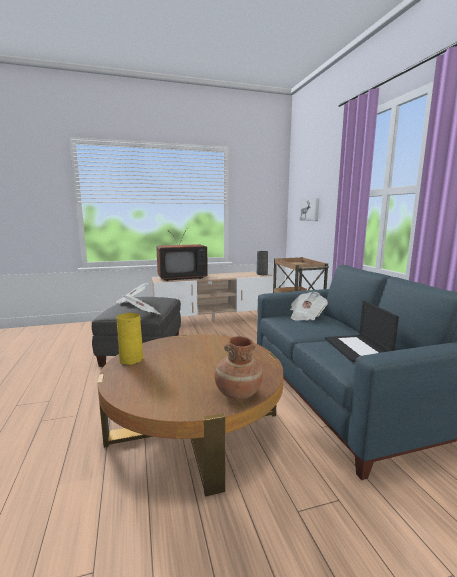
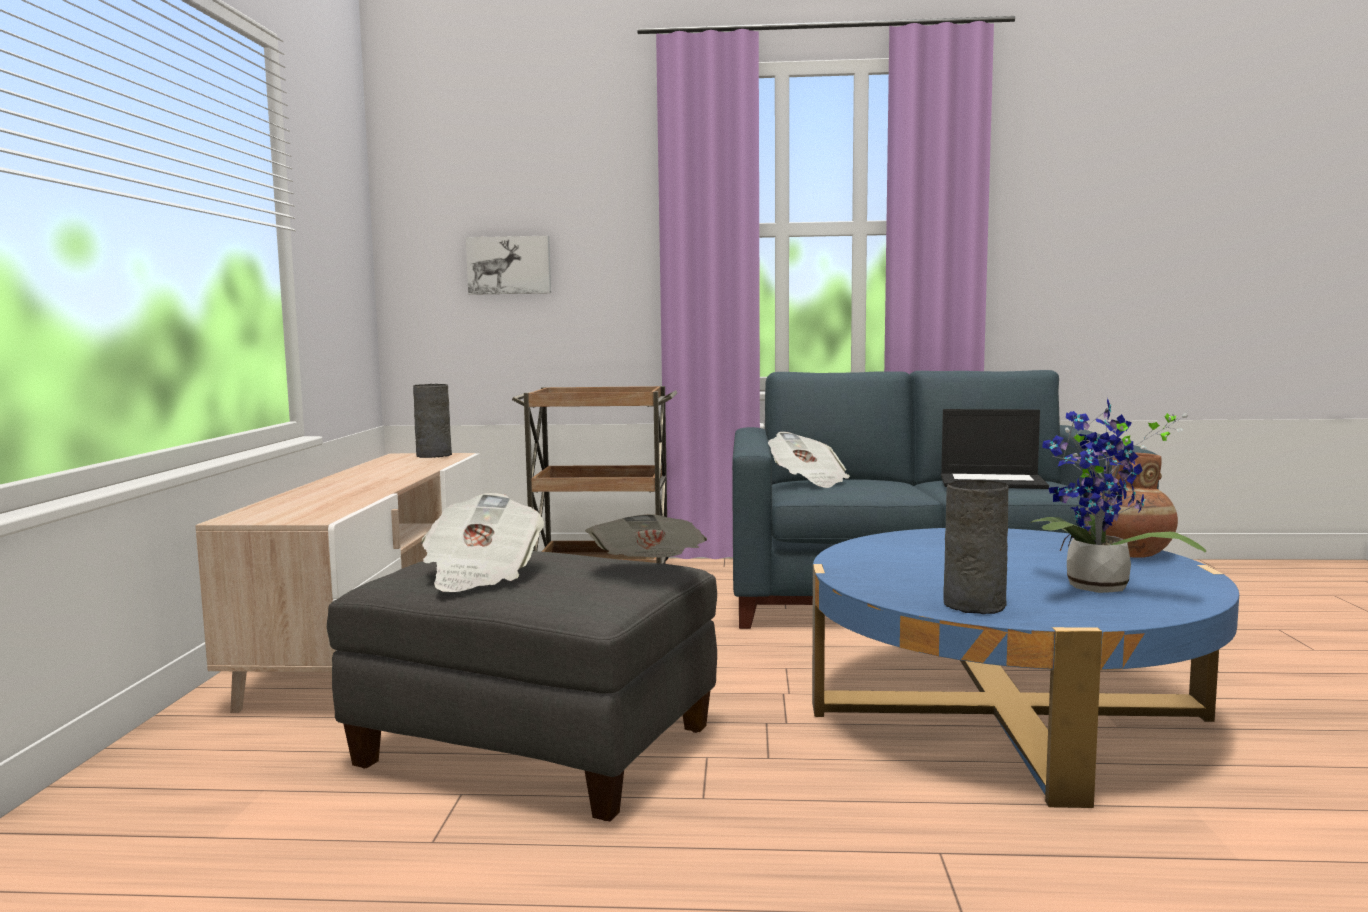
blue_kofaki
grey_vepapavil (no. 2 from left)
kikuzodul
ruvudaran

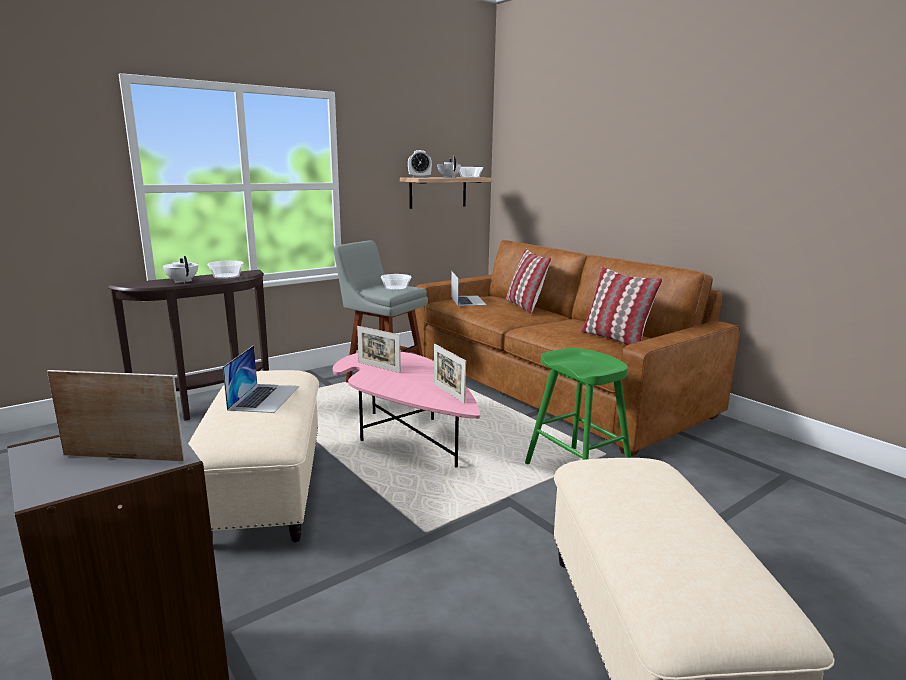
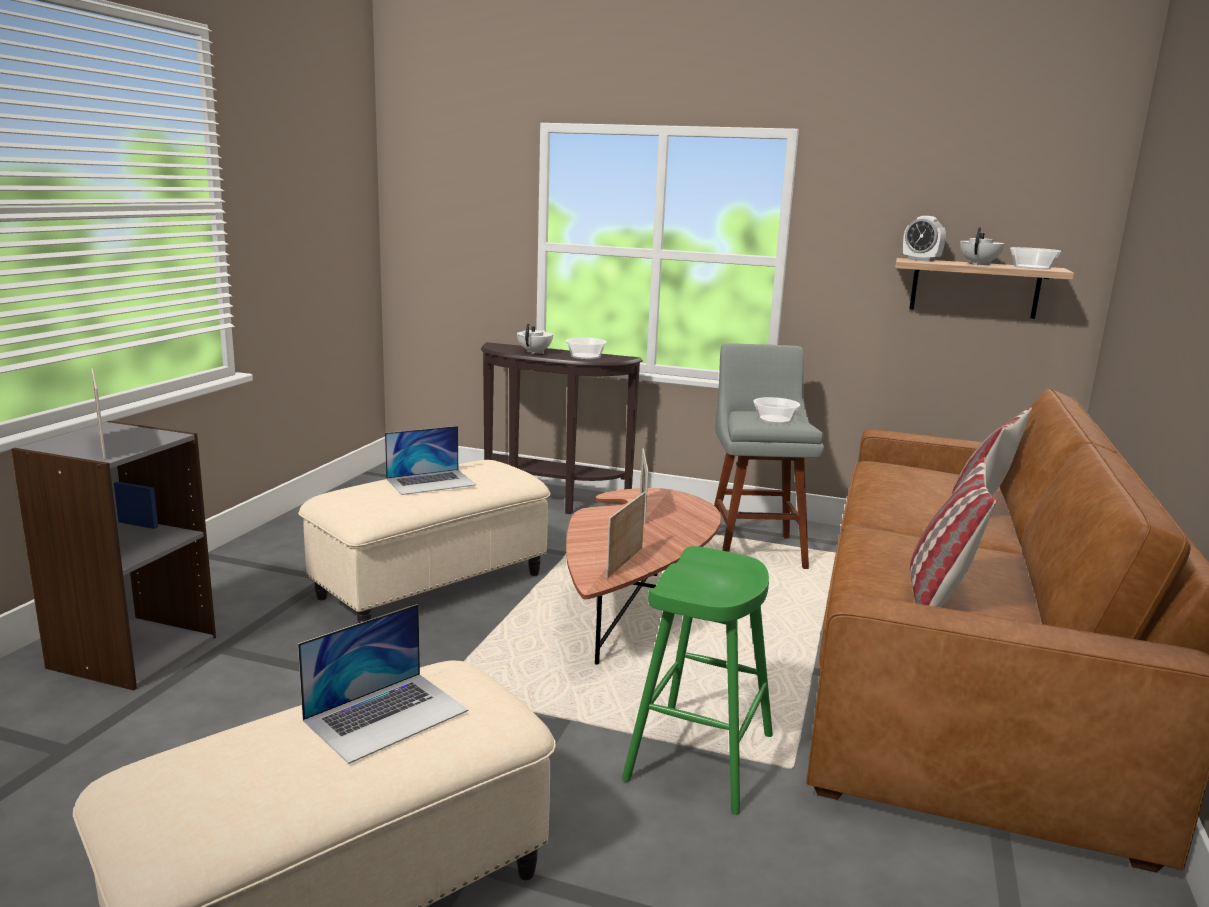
brown_kofaki
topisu (no. 1 from left)

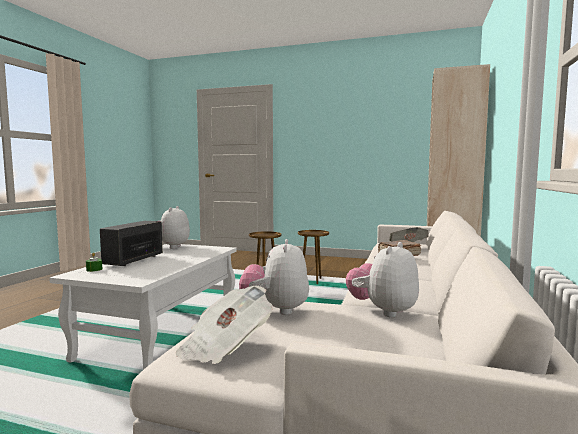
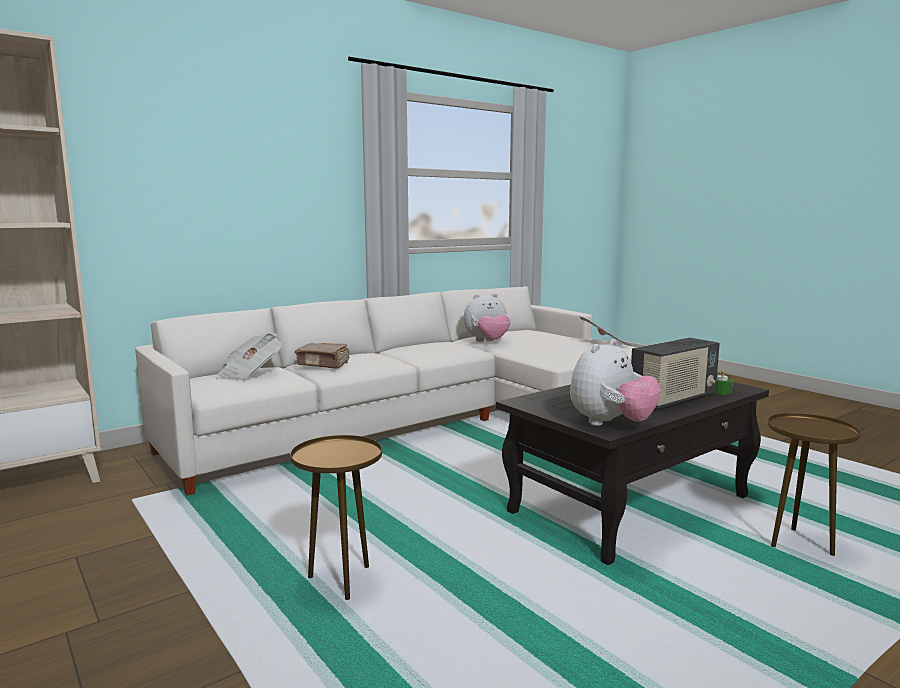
black_kofaki
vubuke (no. 2 from left in the first image)
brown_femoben (no. 2 from left)

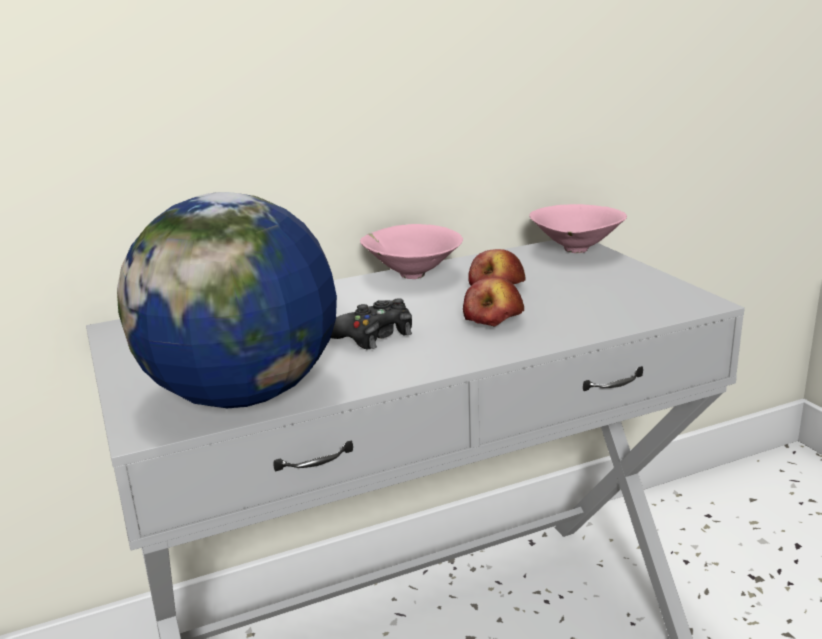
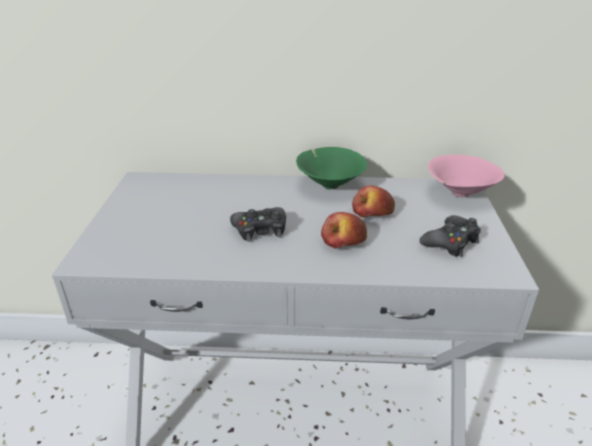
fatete
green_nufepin
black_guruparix (no. 2 from left)

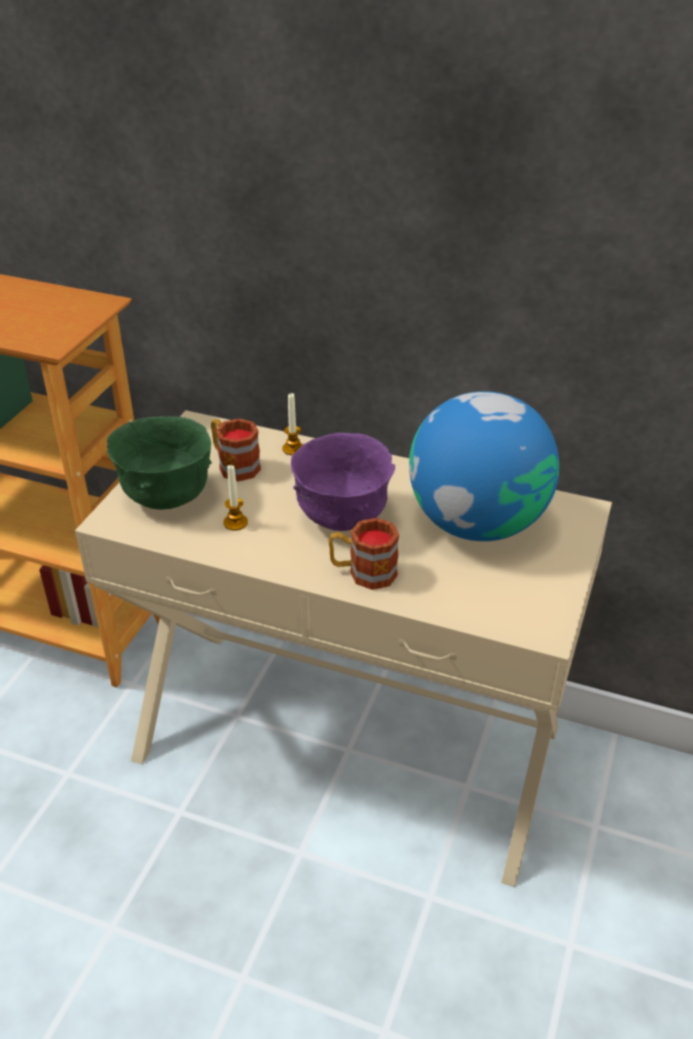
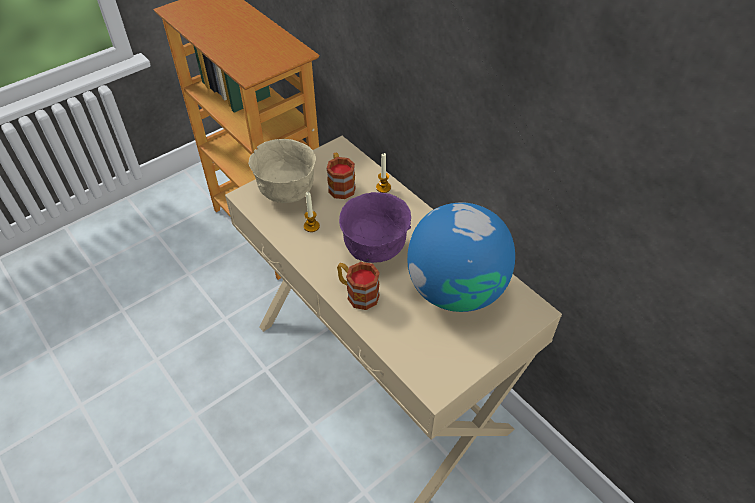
beige_nufepin

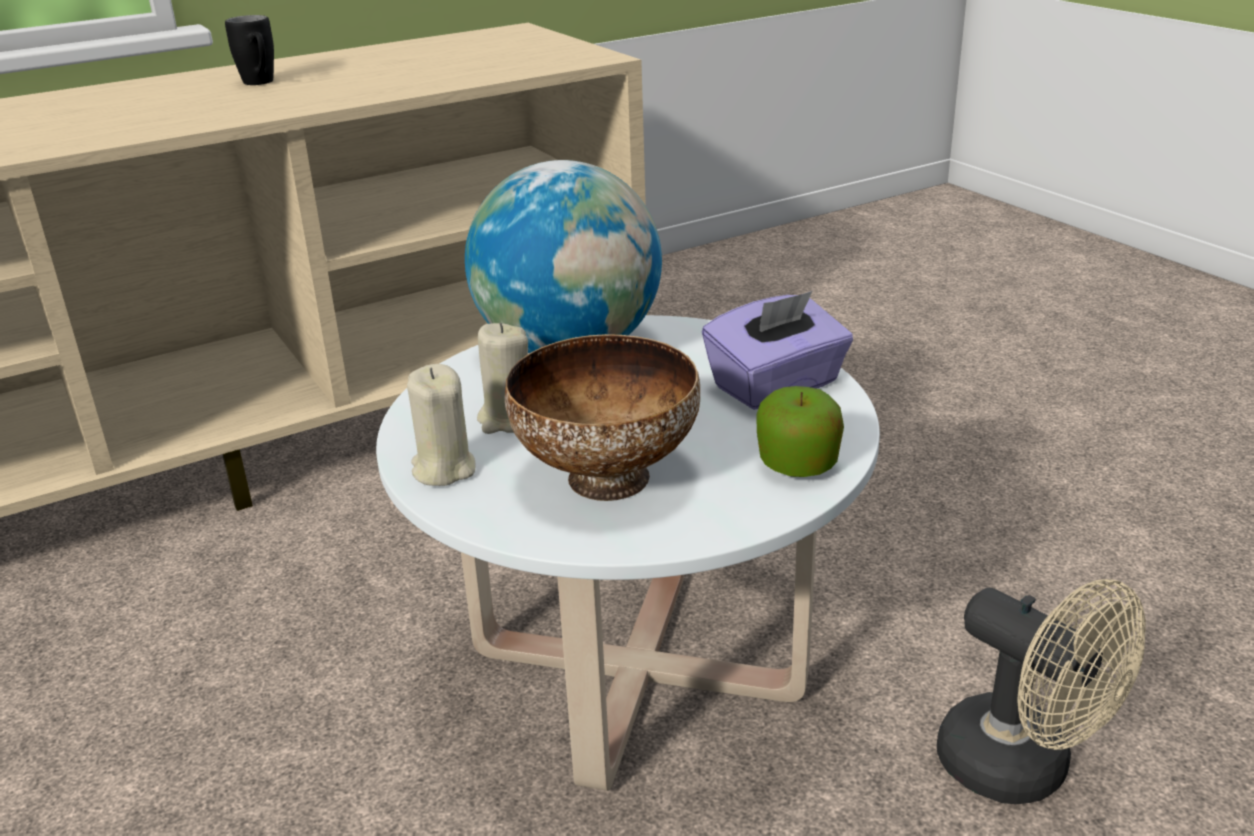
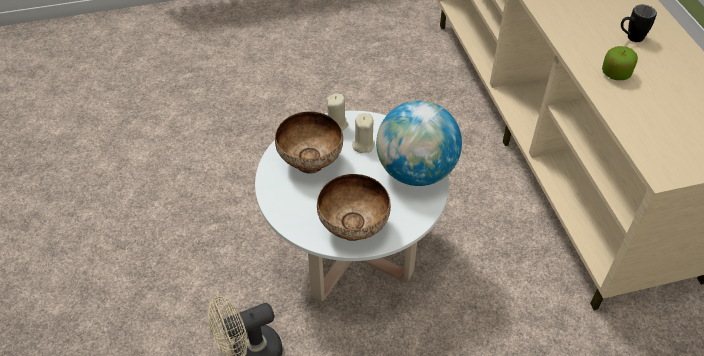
nufepin (no. 2 from left)
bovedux

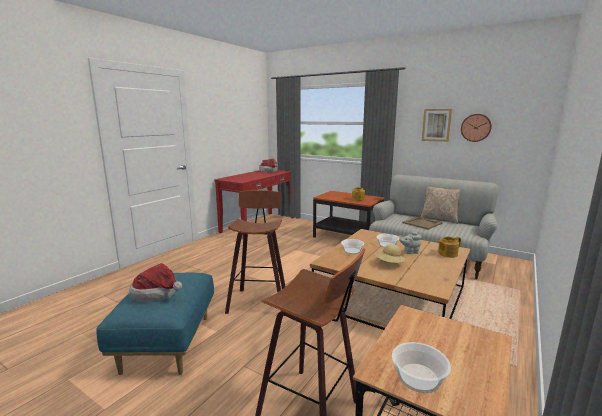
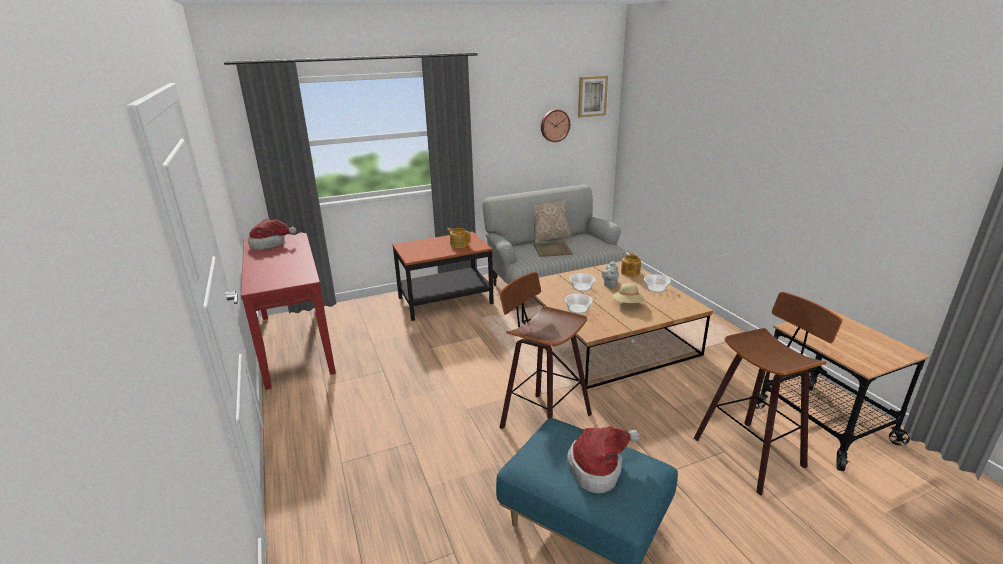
nufepin (no. 3 from left)
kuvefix

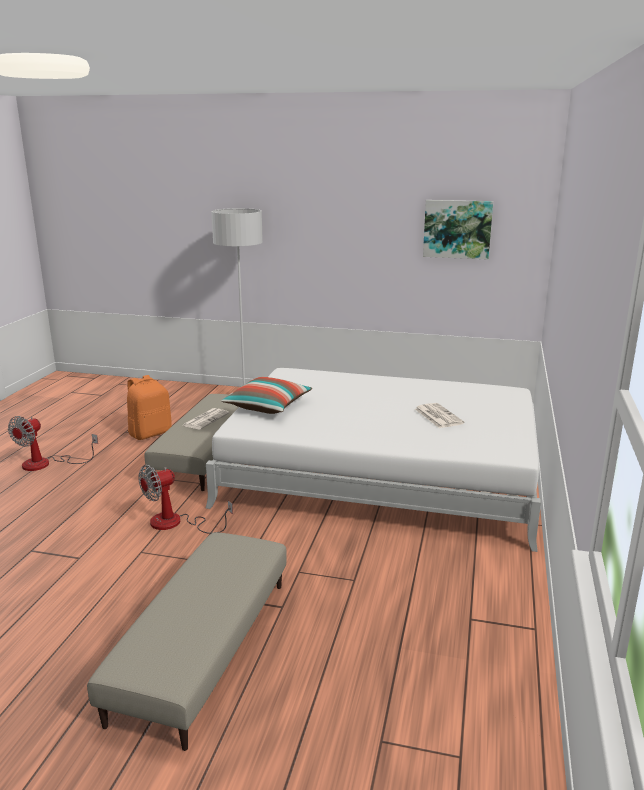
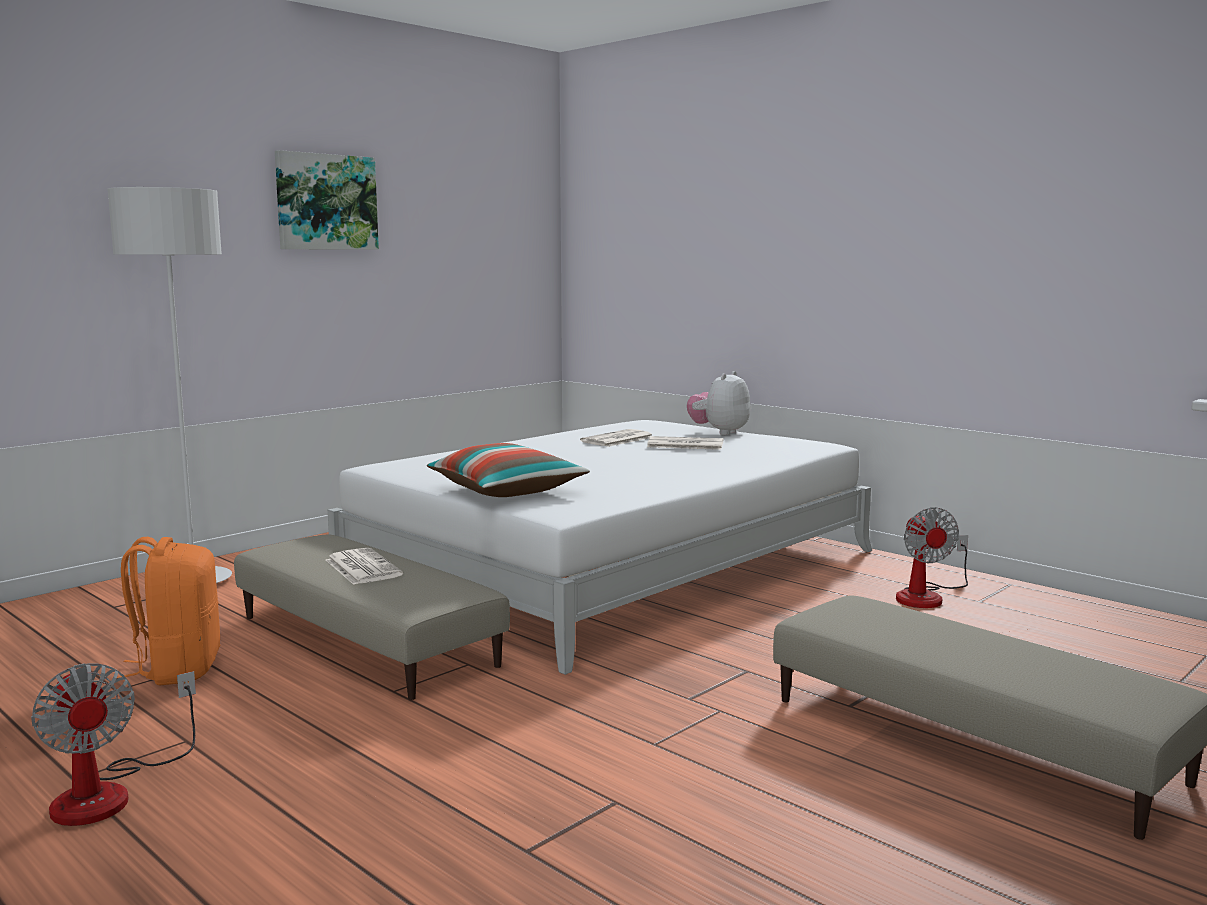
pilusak (no. 2 from left)
kuvefix
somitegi (no. 2 from left)
vubuke

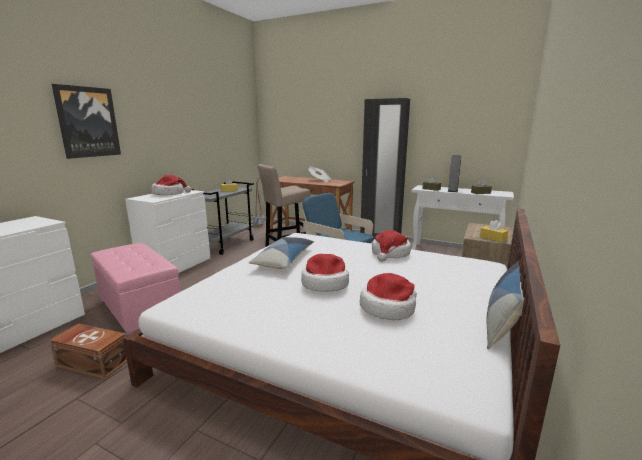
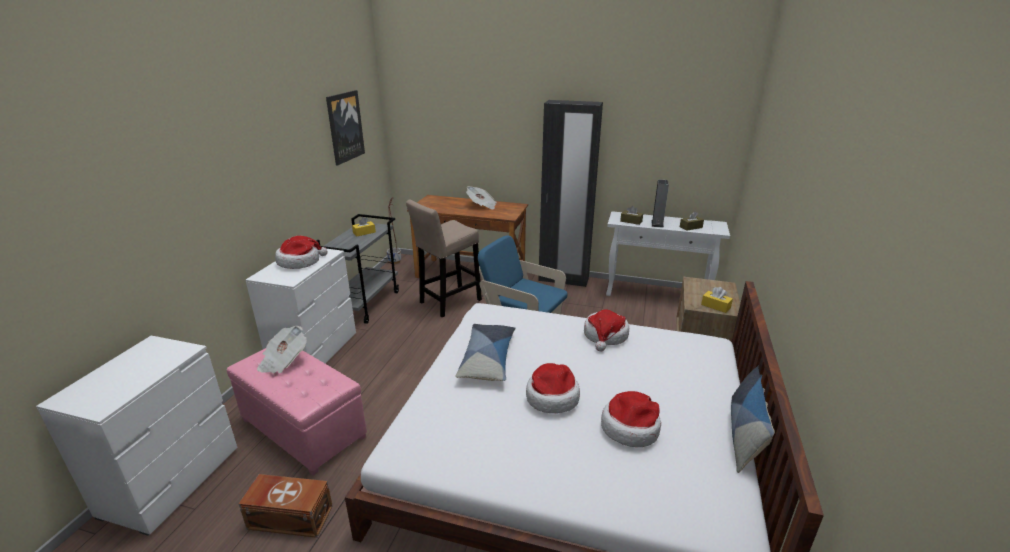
kuvefix
somitegi (no. 1 from left)

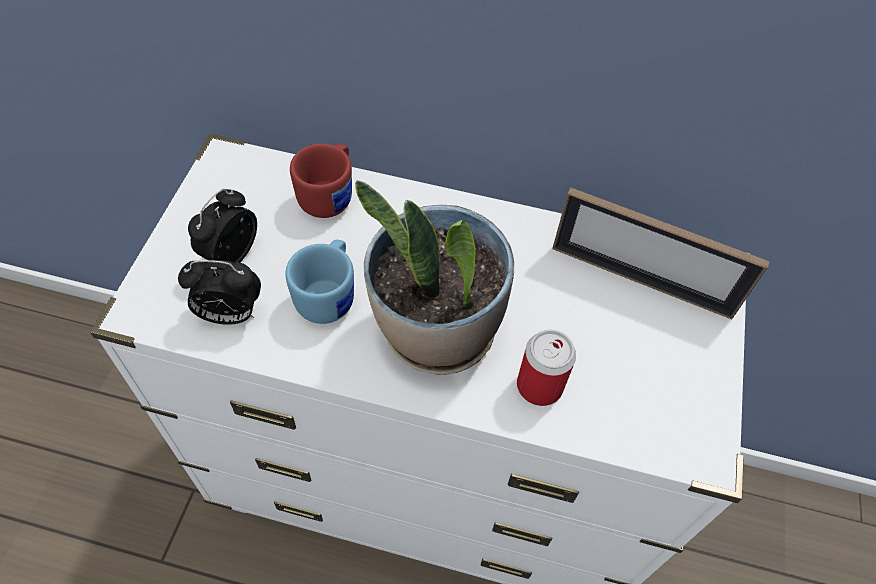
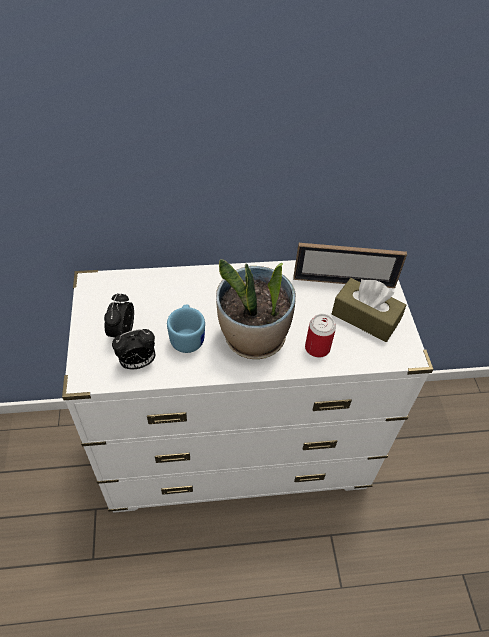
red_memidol
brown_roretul

